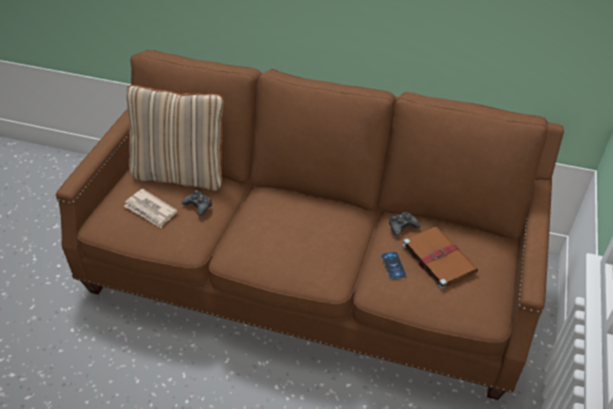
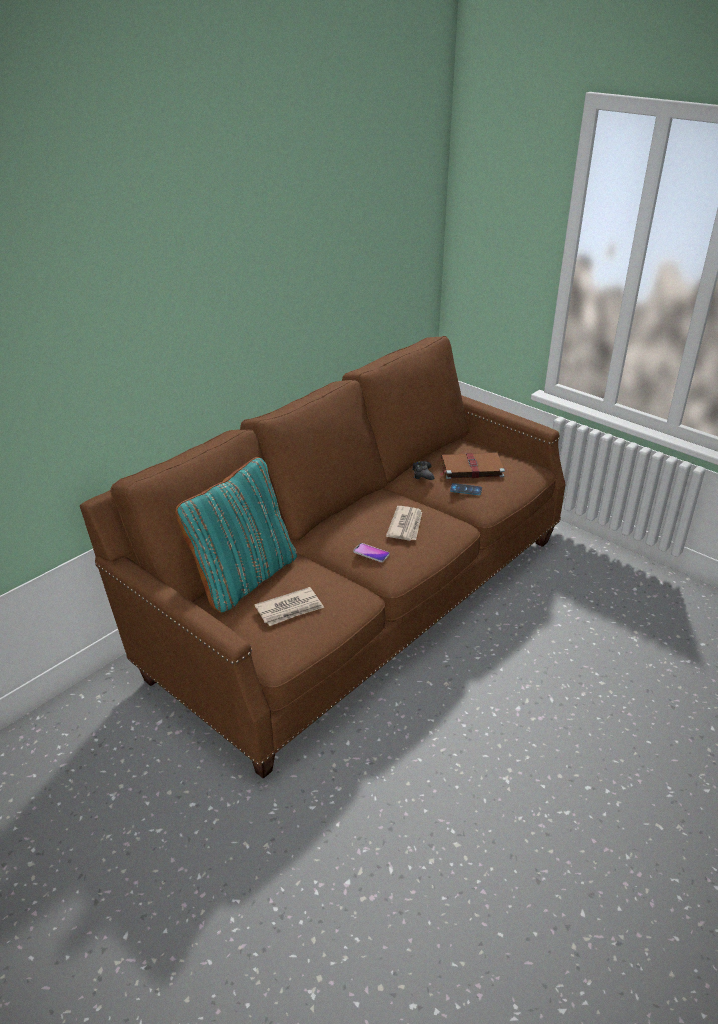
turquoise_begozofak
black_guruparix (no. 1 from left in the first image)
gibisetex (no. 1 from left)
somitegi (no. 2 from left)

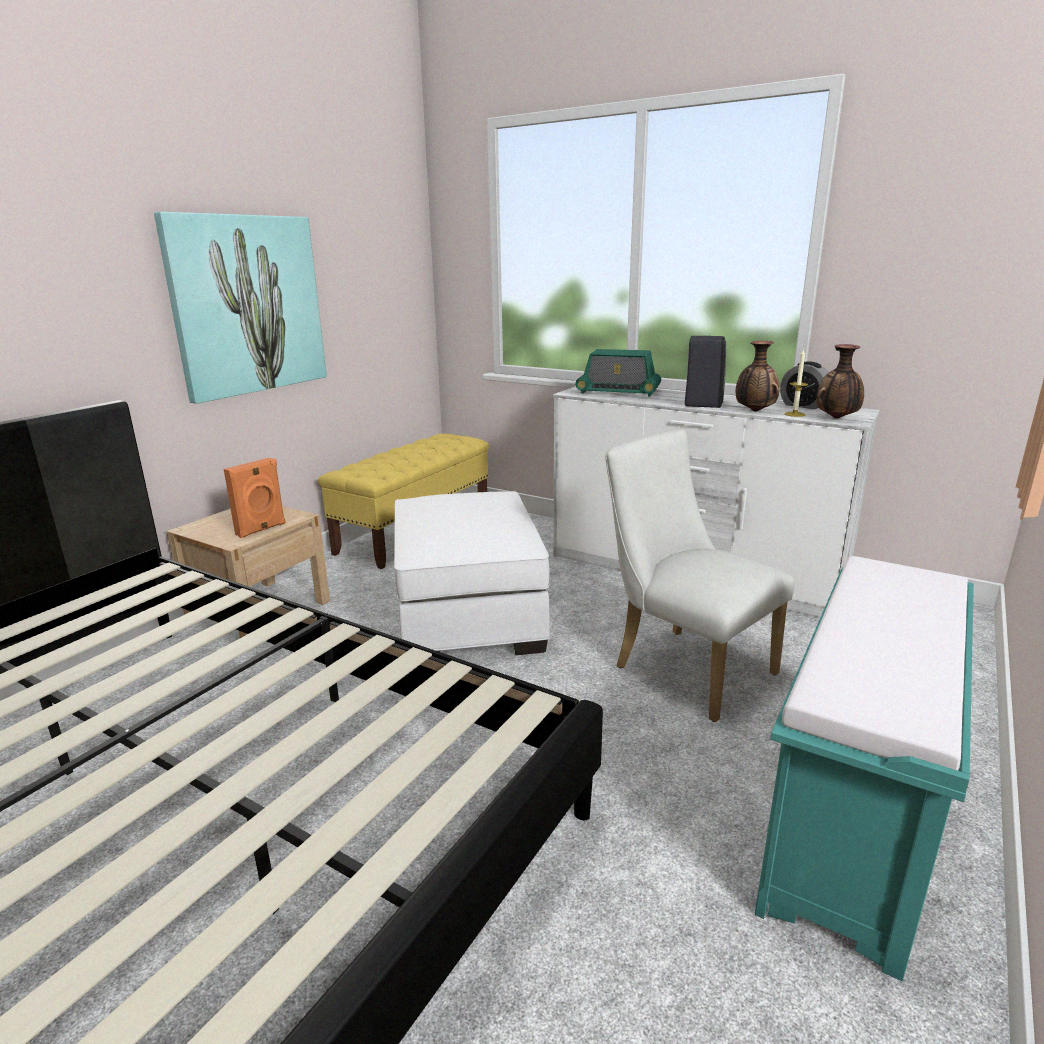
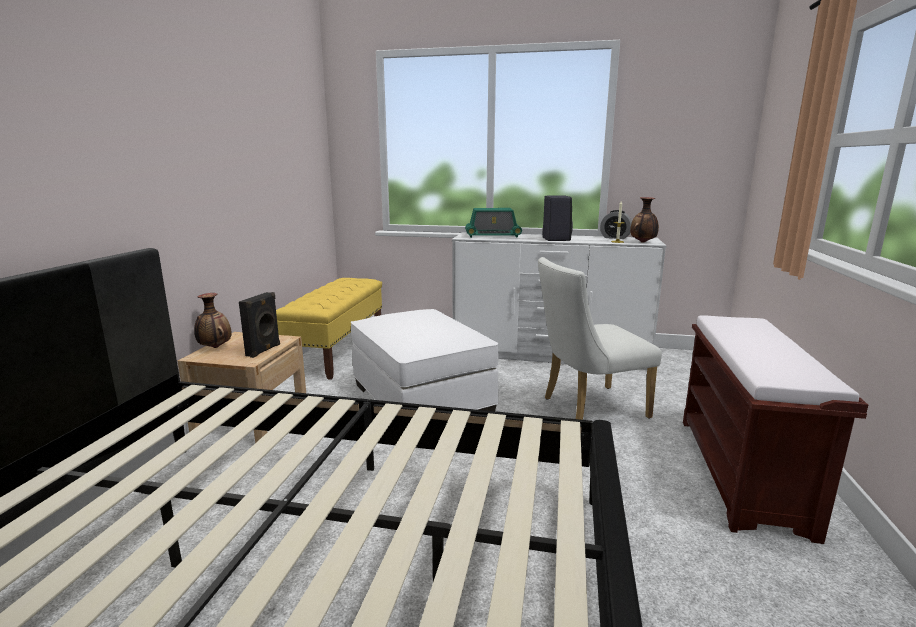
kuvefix
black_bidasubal (no. 1 from left)
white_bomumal
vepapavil (no. 1 from left)
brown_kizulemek

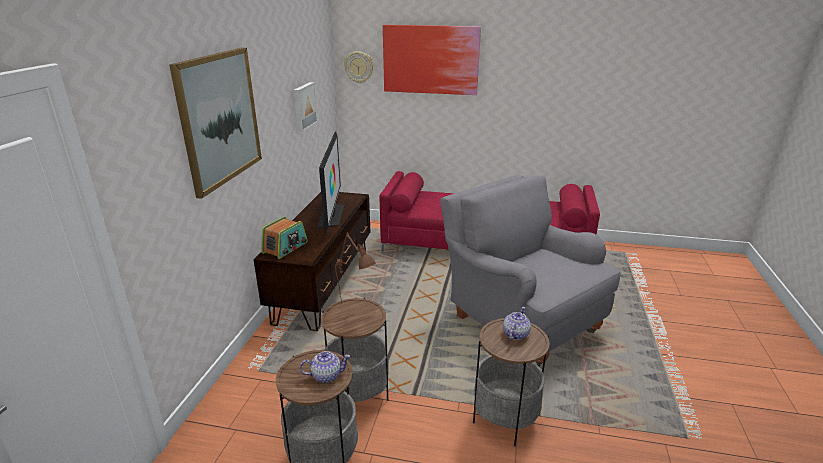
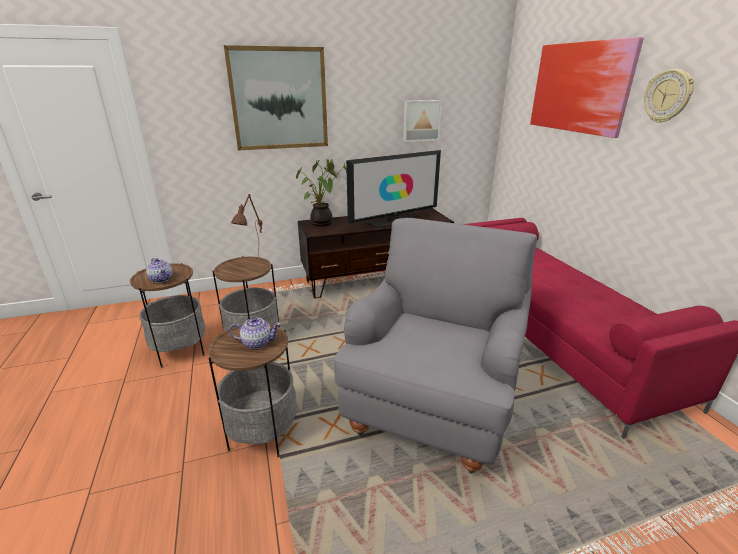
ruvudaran
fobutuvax

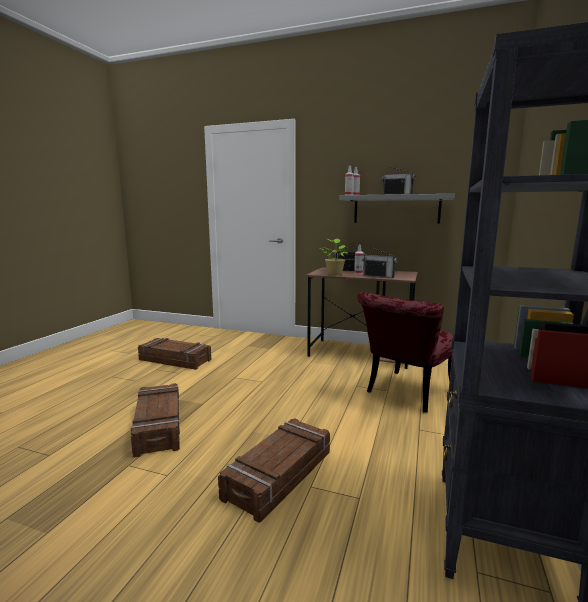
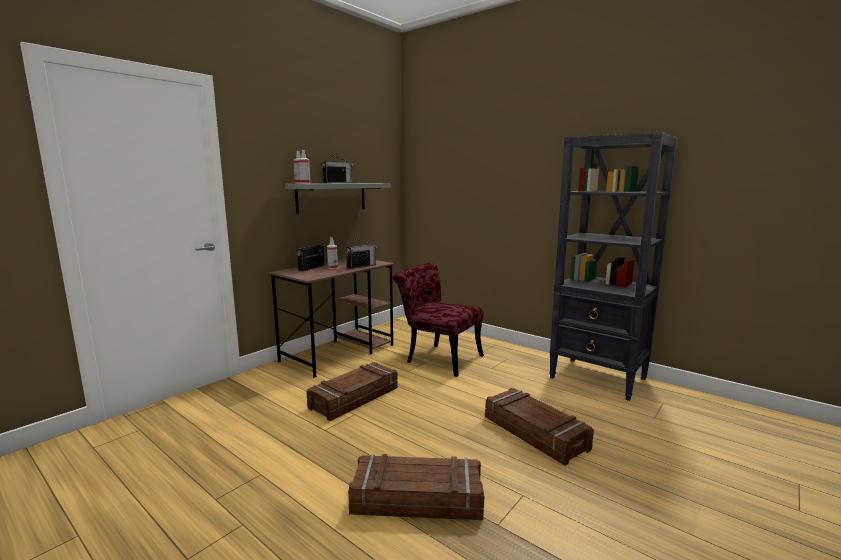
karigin (no. 1 from left)
ruvudaran
red_bomumal

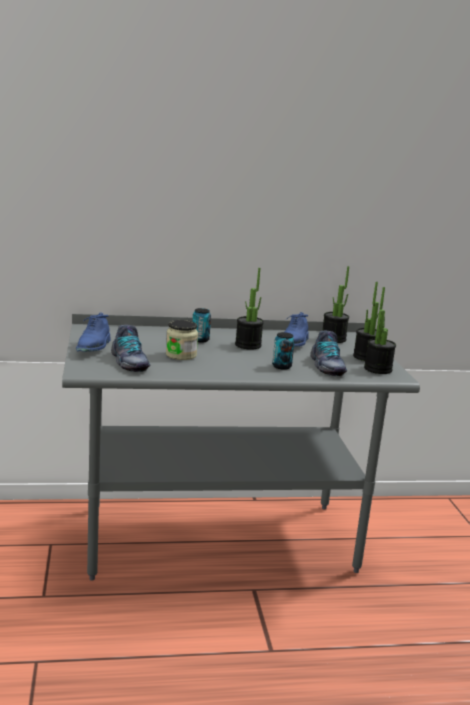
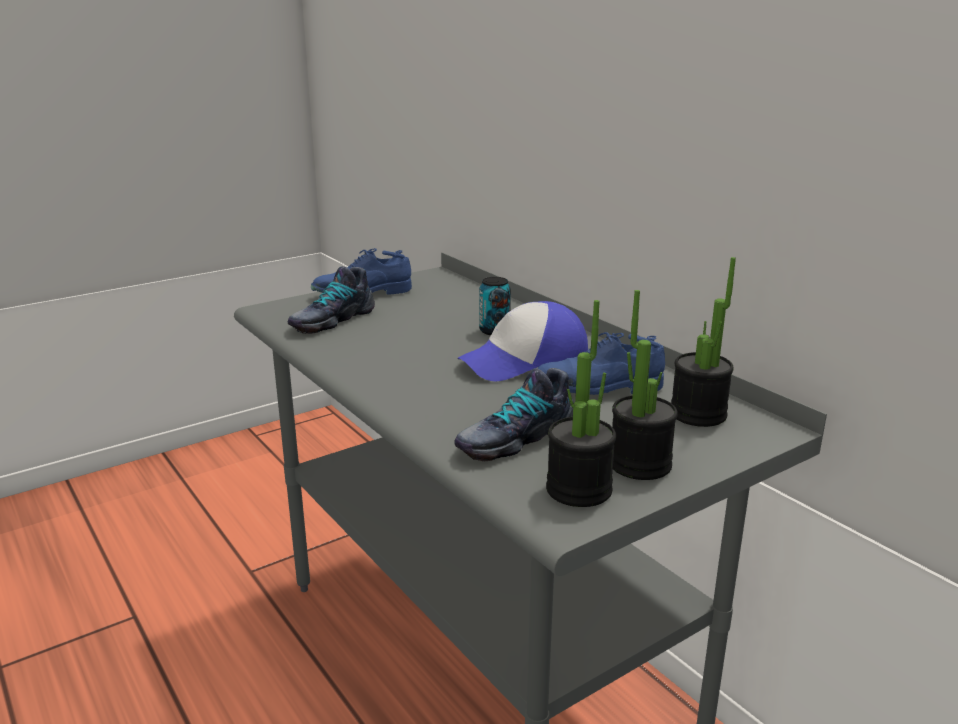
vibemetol
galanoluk
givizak (no. 2 from left in the first image)

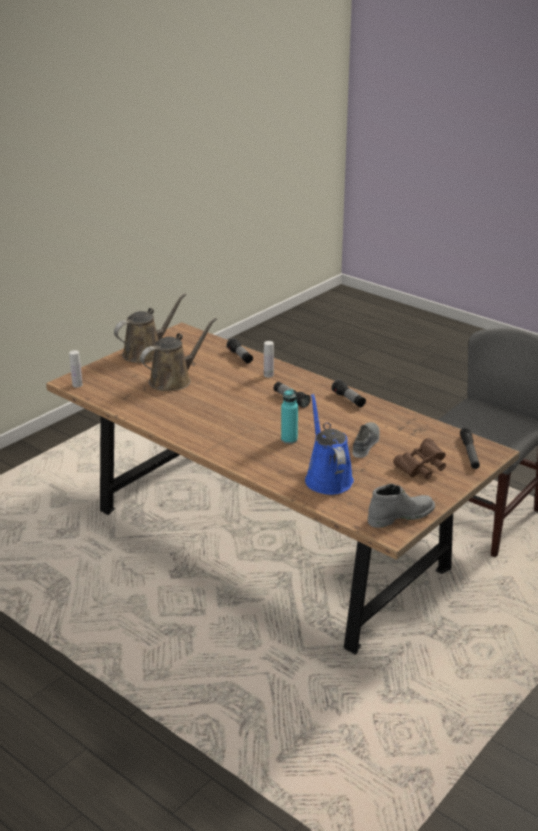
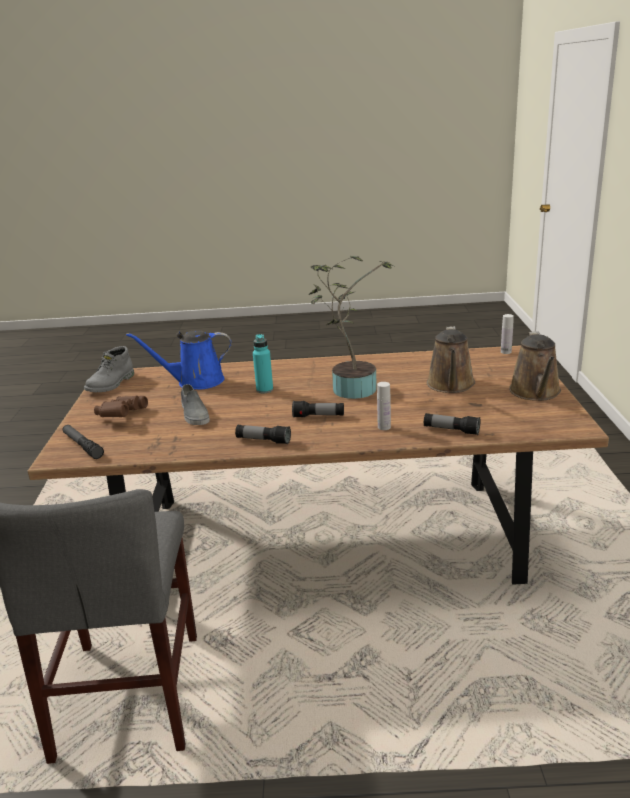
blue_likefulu
ruvudaran

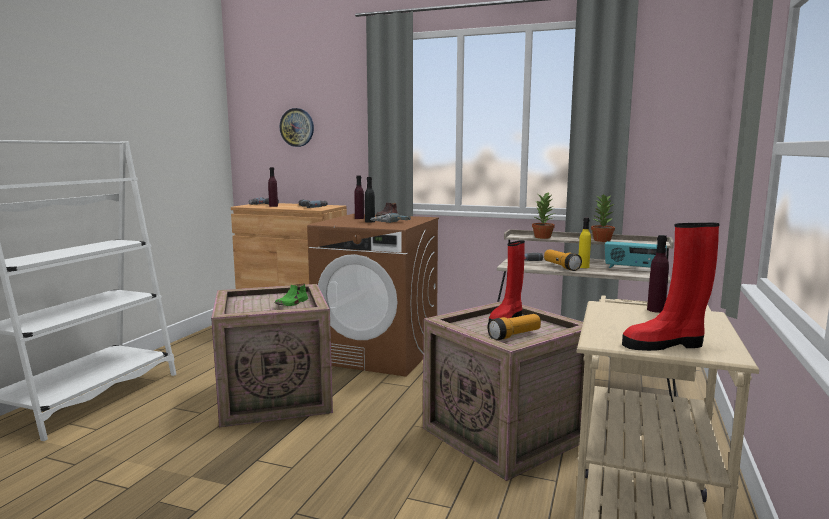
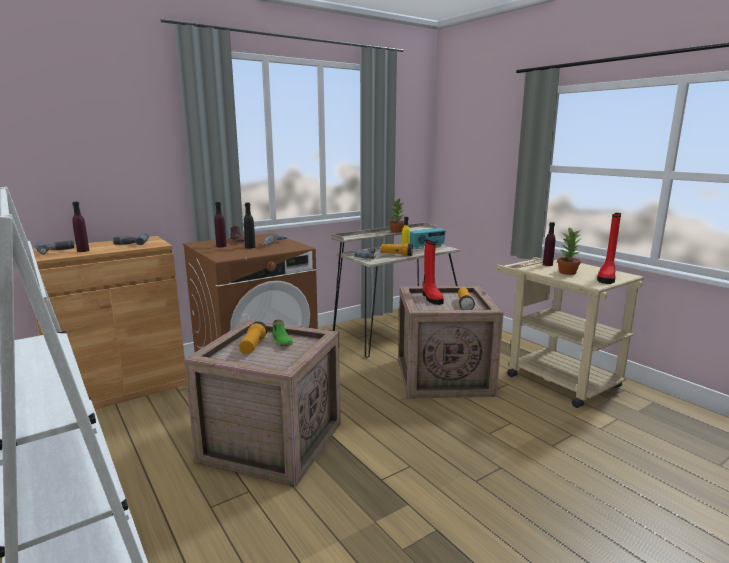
fobutuvax
ruvudaran (no. 2 from left)
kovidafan (no. 1 from left)

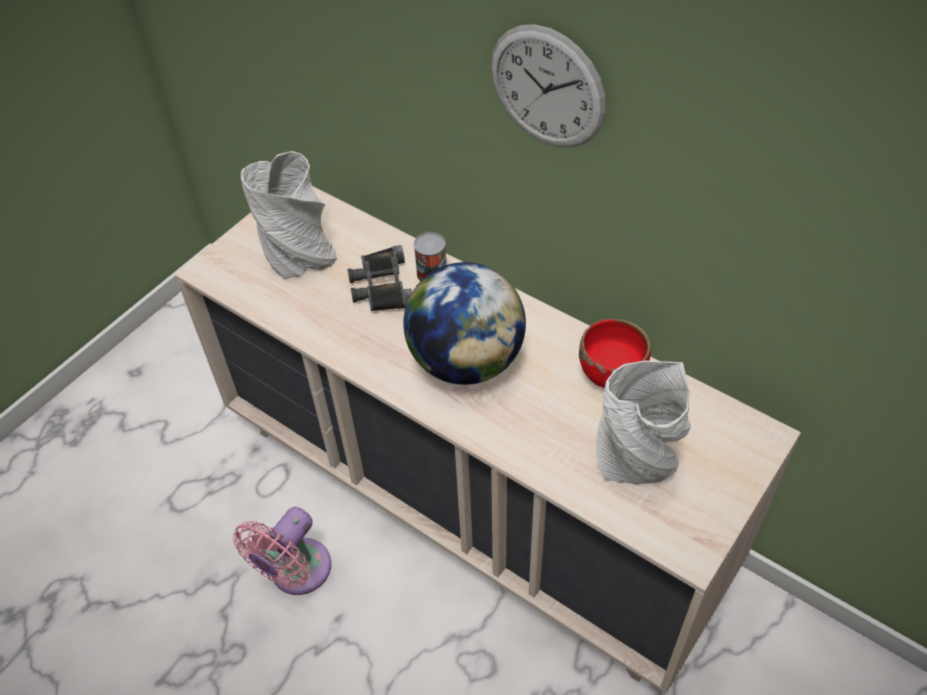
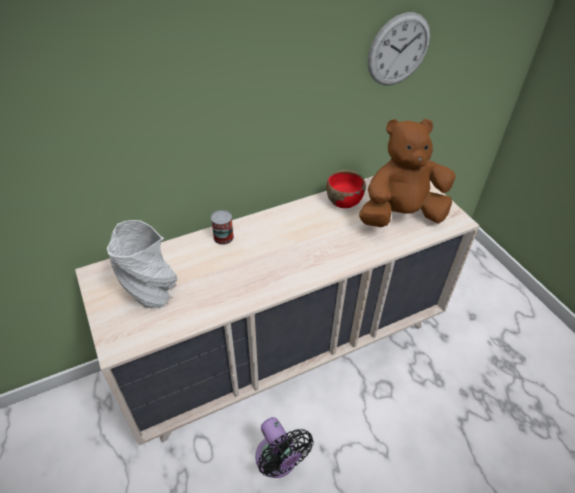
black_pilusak
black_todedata
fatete
fobutuvax
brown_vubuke

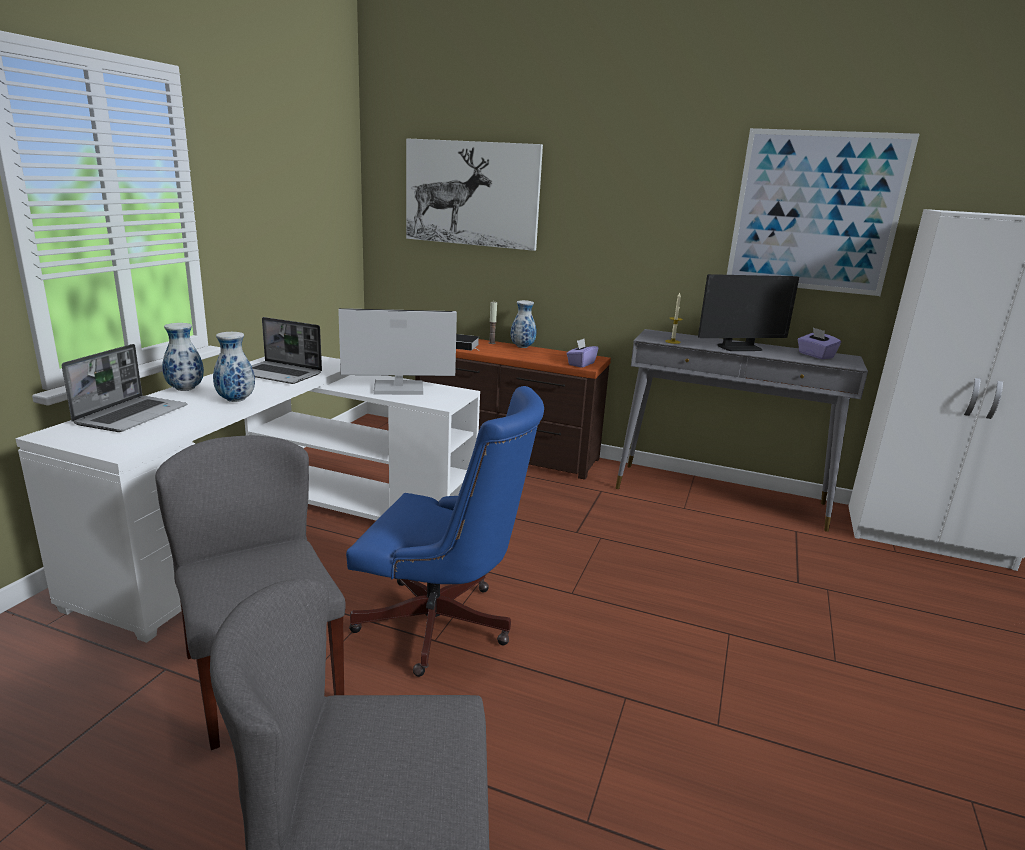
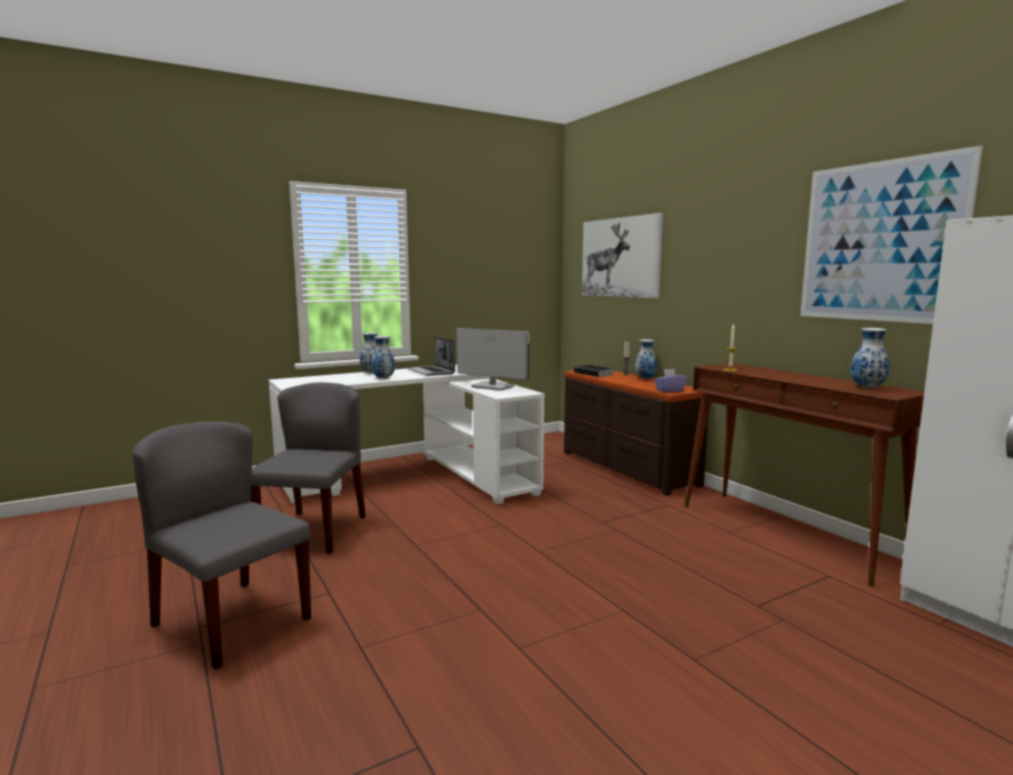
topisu (no. 1 from left in the first image)
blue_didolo
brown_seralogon
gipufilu (no. 2 from left in the first image)
vepapavil (no. 4 from left)

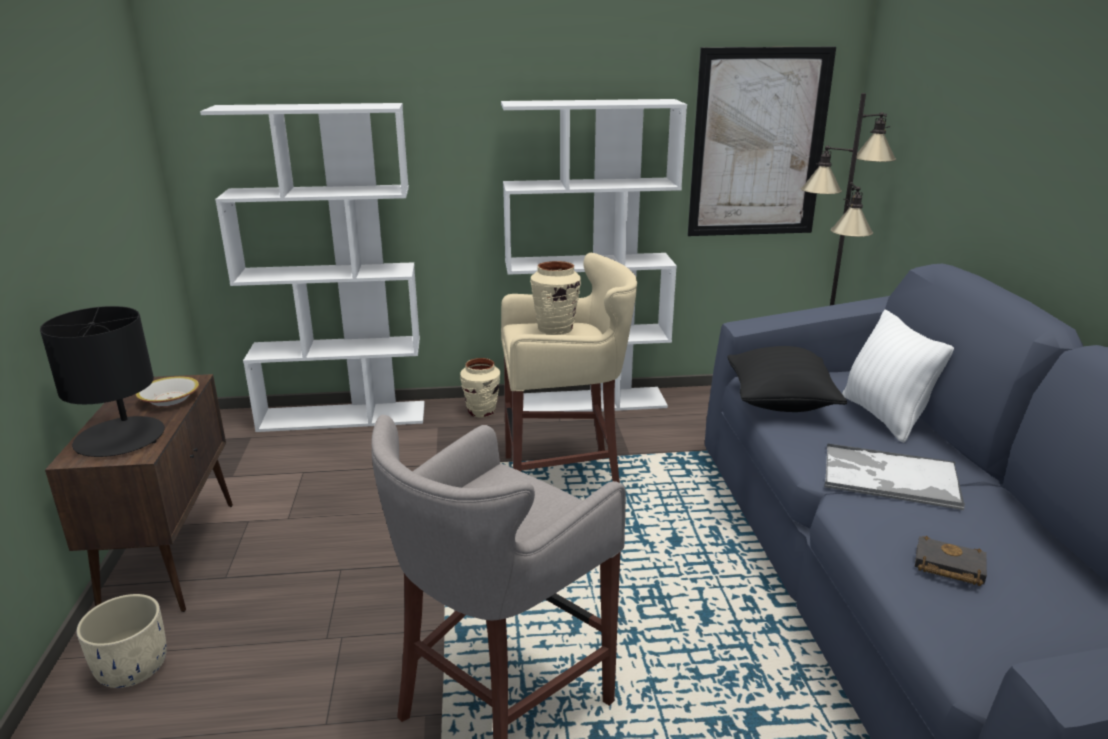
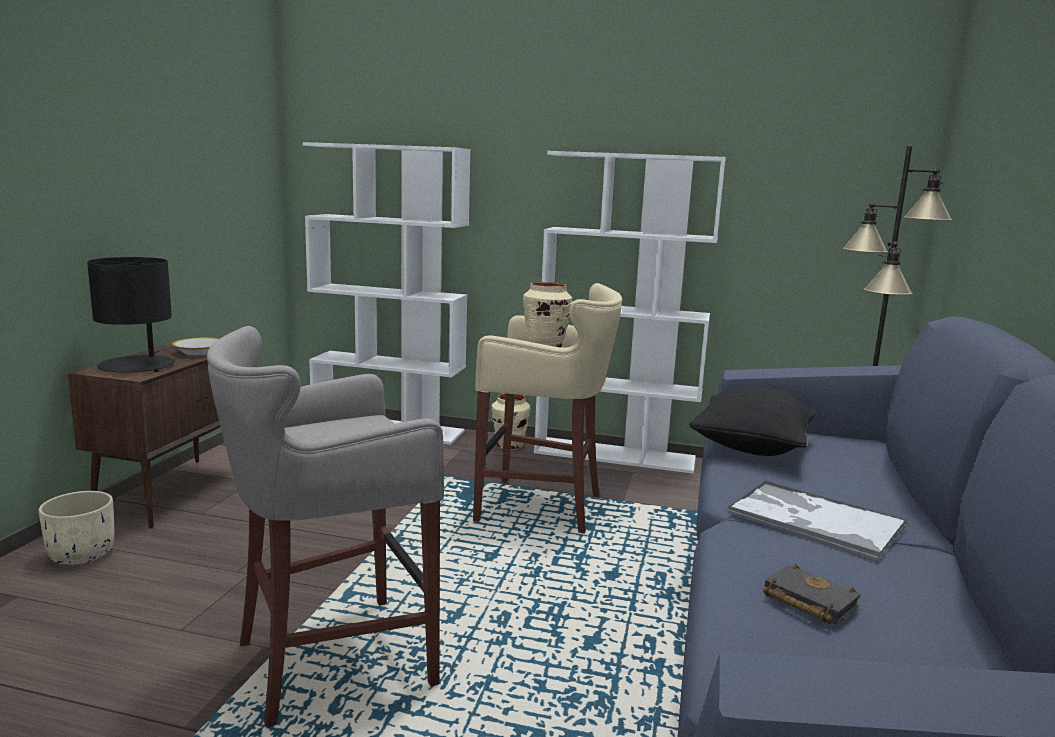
kuvefix
white_begozofak

